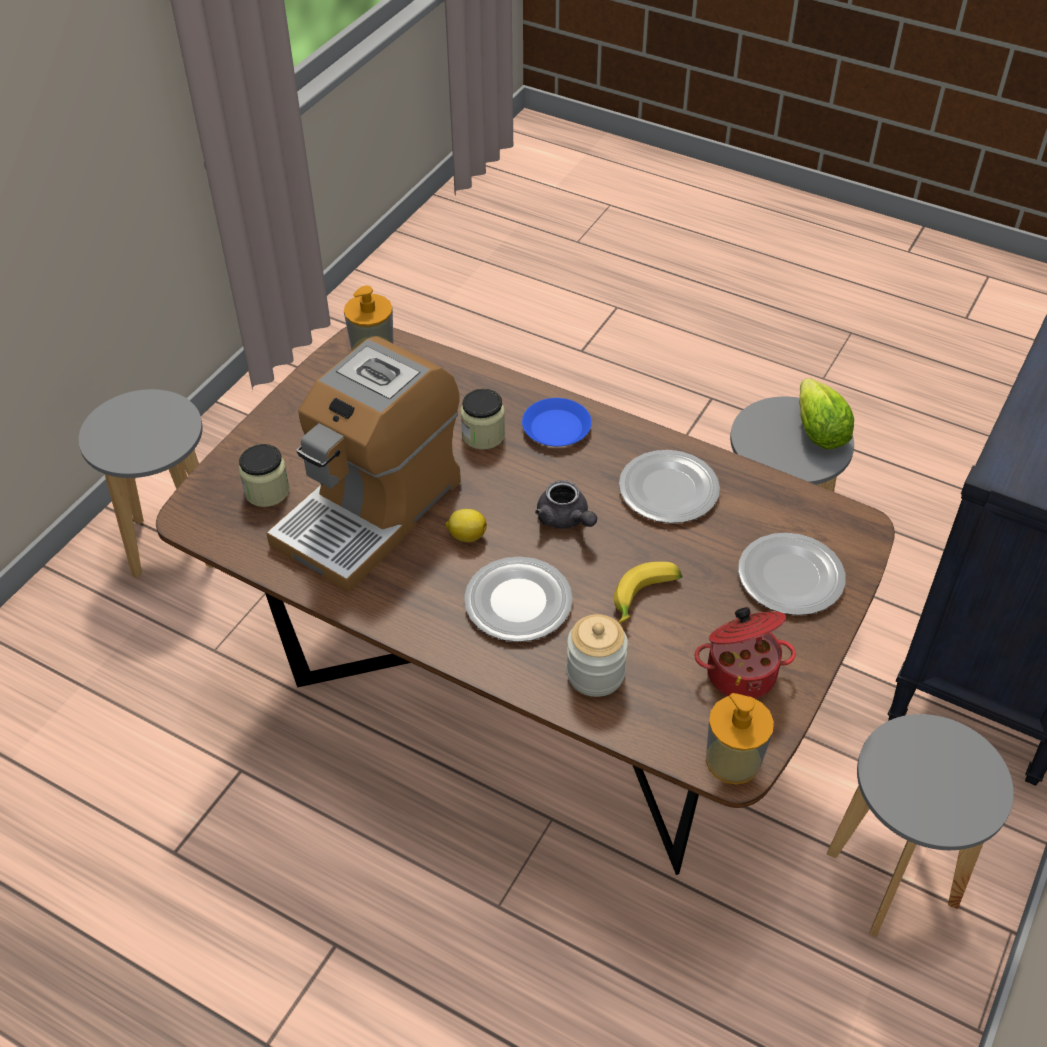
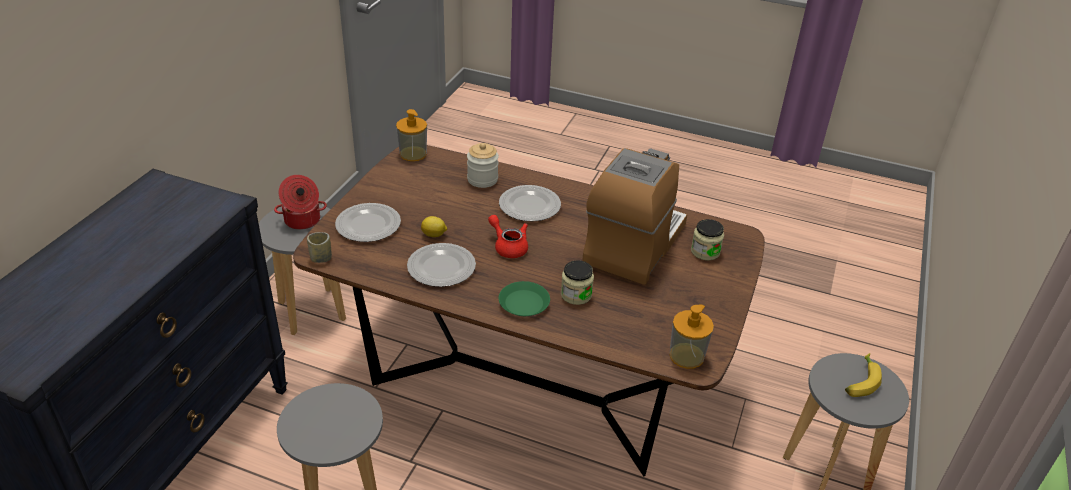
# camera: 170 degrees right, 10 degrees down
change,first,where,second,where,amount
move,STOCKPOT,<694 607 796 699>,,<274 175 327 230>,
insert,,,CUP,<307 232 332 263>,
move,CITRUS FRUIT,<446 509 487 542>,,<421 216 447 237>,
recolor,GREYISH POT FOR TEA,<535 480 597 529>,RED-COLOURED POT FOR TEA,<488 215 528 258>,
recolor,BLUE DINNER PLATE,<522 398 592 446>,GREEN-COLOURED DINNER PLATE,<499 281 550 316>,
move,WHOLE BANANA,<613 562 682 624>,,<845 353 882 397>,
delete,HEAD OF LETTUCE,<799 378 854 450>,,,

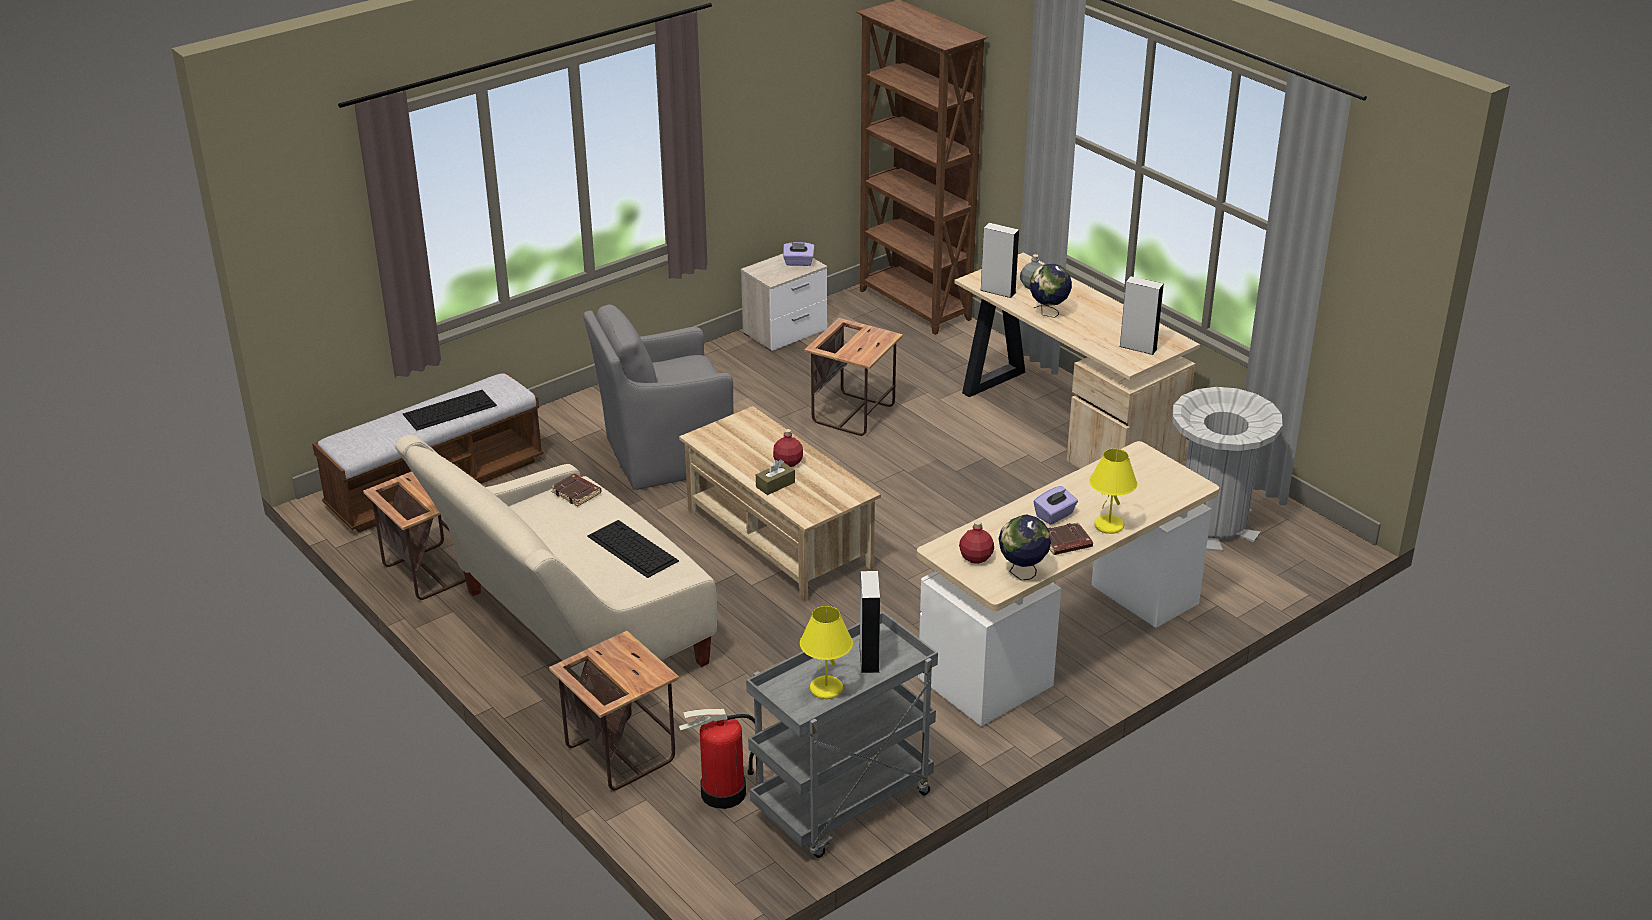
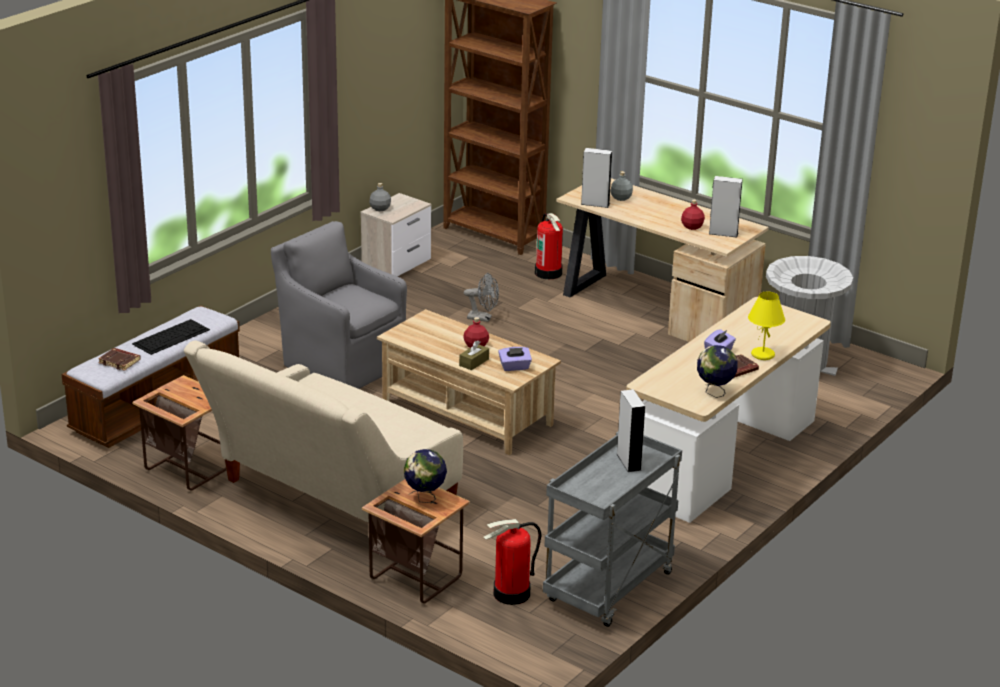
# camera: 15 degrees left, 5 degrees down
change,first,where,second,where,amount
move,BROWNISH BOUND BOOK,<551 474 602 506>,,<98 348 141 371>,
rotate,GREYISH ARMCHAIR,<583 304 734 490>,,<271 221 407 389>,75 degrees clockwise
insert,,,GREYISH BOTTLE,<369 183 391 211>,
move,DESK GLOBE,<1030 264 1072 318>,,<404 449 447 503>,
replace,ACCENT TABLE,<805 318 903 436>,GREYISH COOLING FAN,<464 273 499 322>,
move,PURPLISH BOX OF TISSUES,<783 242 815 266>,,<498 347 532 371>,
insert,,,EXTINGUISHER,<535 213 563 279>,
move,RED-COLOURED BOTTLE,<959 521 994 564>,,<681 200 705 230>,
delete,KEYBOARD,<587 520 679 578>,,,
delete,YELLOW-COLOURED TABLETOP LAMP,<800 606 853 699>,,,

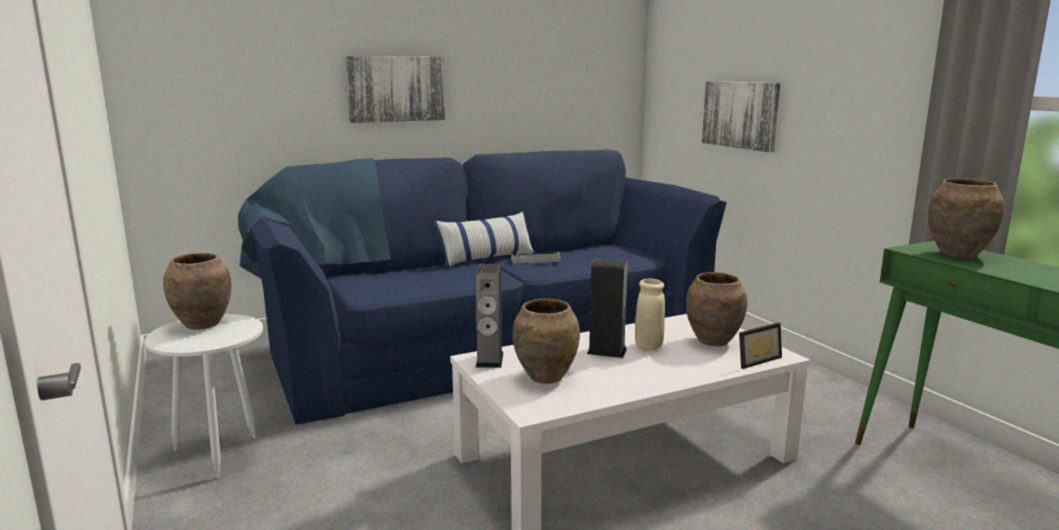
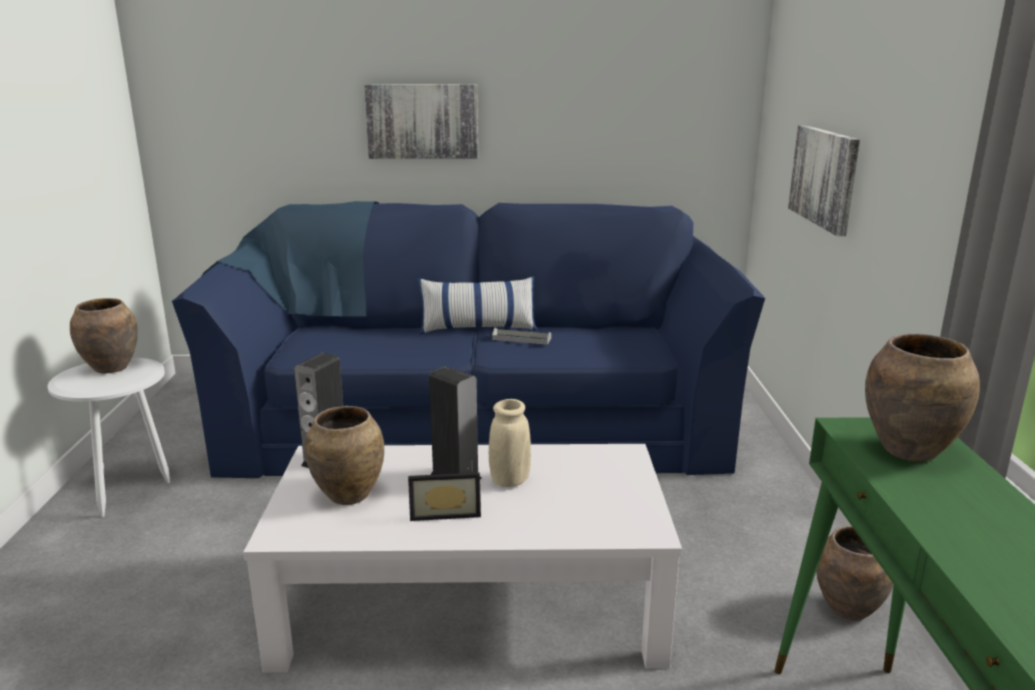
# camera: 25 degrees right, 5 degrees up
change,first,where,second,where,amount
move,STANDING FRAME,<739 322 782 369>,,<408 472 481 521>,
move,BROWNISH VASE,<686 272 747 346>,,<816 526 893 621>,

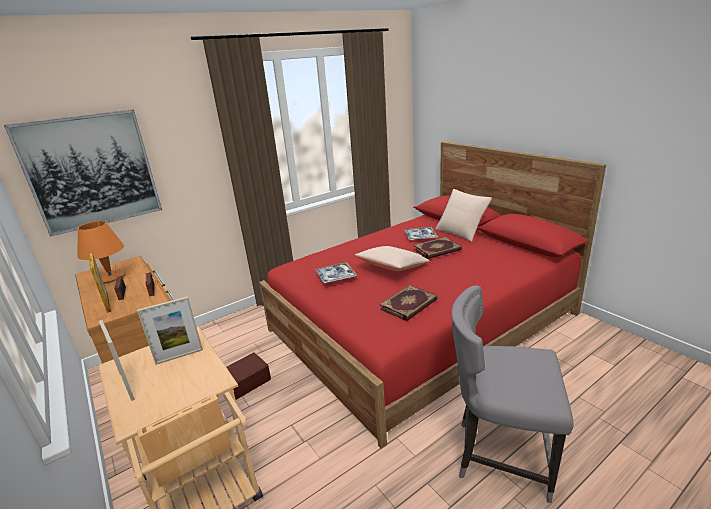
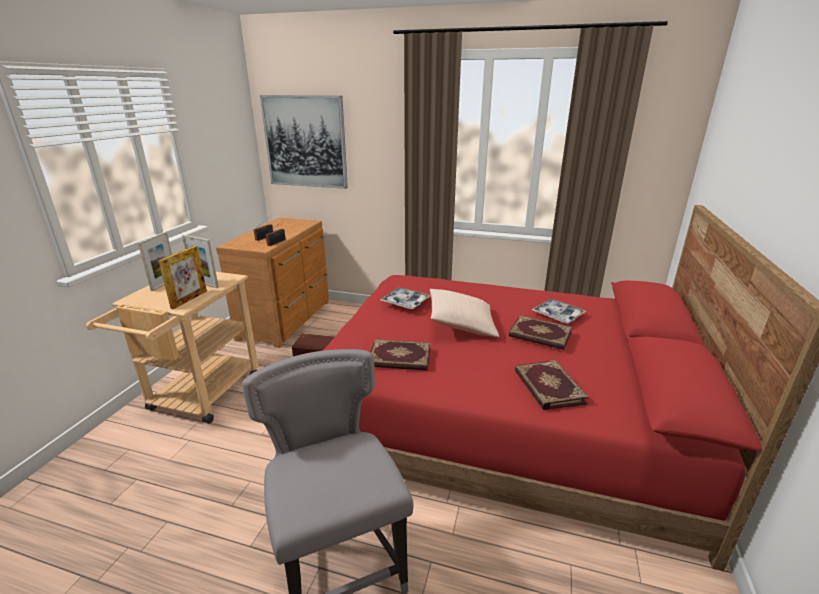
# camera: 50 degrees right, 0 degrees up
change,first,where,second,where,amount
move,STANDING FRAME,<89 253 111 313>,,<158 246 207 309>,
insert,,,BOUND BOOK,<515 360 589 410>,
delete,ORANGE TABLETOP LAMP,<78 221 125 284>,,,
delete,BEIGE-COLOURED CUSHION,<435 189 492 242>,,,

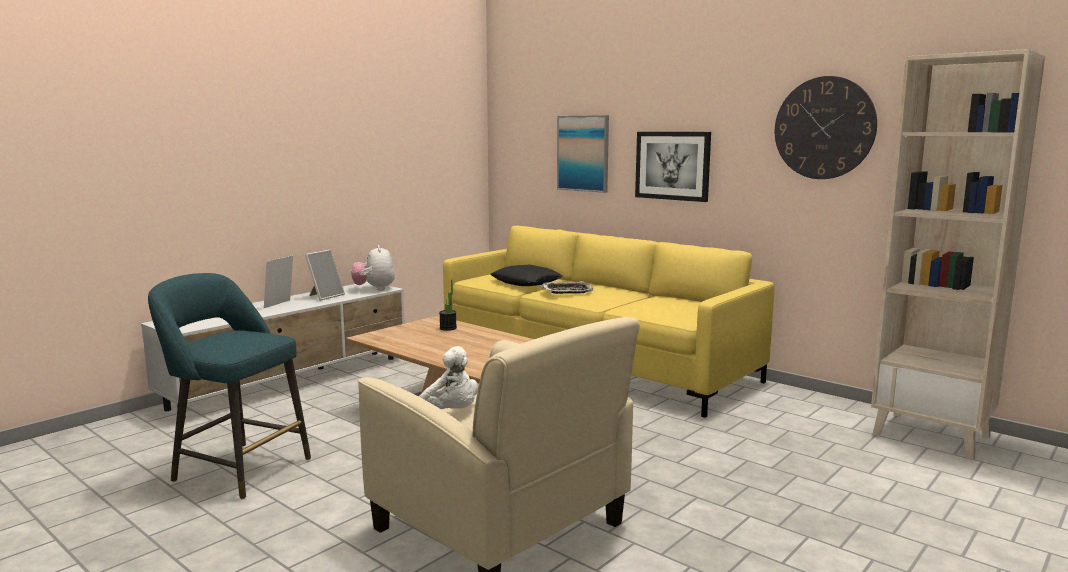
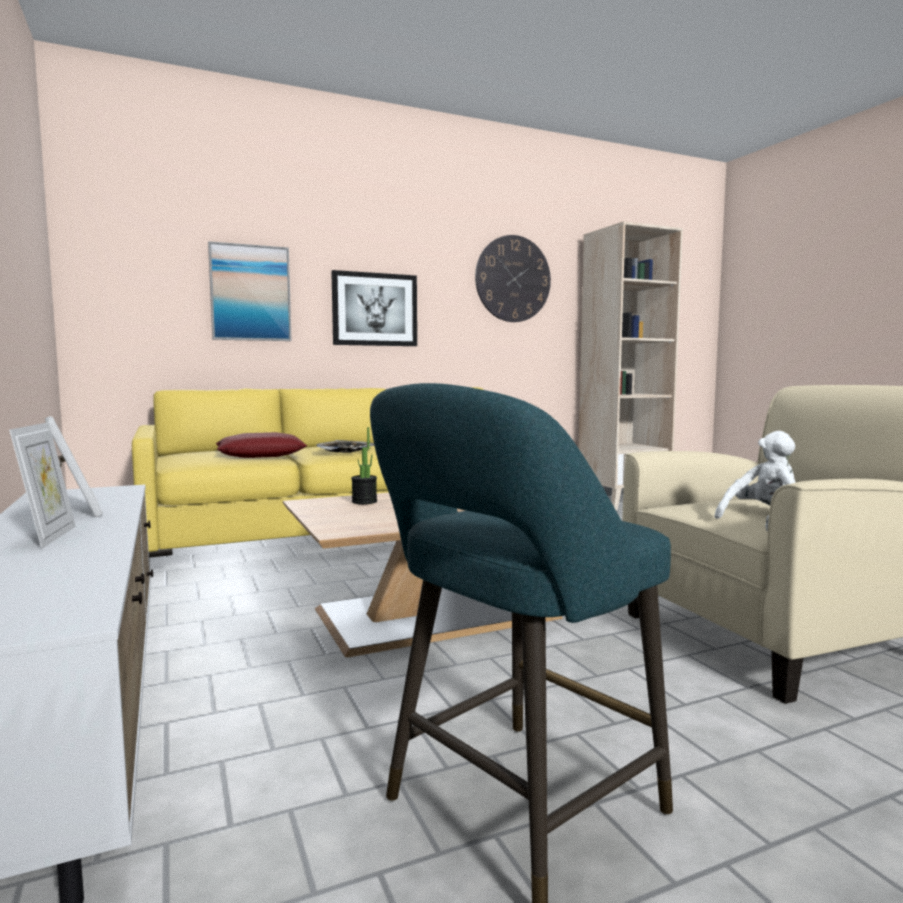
# camera: 65 degrees left, 5 degrees down
change,first,where,second,where,amount
rotate,STANDING FRAME,<264 255 293 308>,,<9 422 76 549>,150 degrees counterclockwise
recolor,BLACK CUSHION,<491 265 563 286>,RED-COLOURED CUSHION,<216 432 307 458>,
delete,CUDDLY TOY,<351 245 395 290>,,,

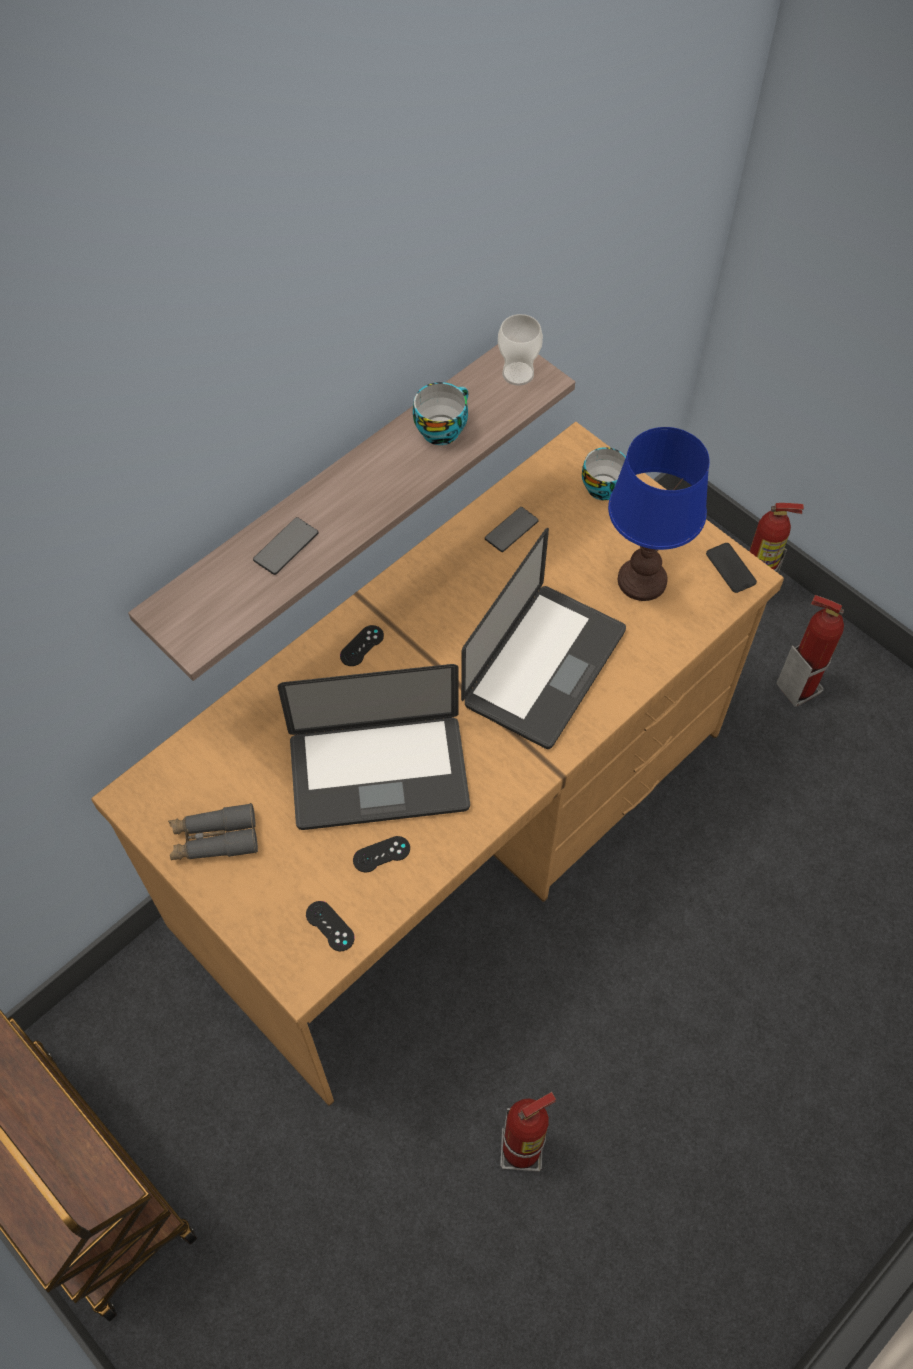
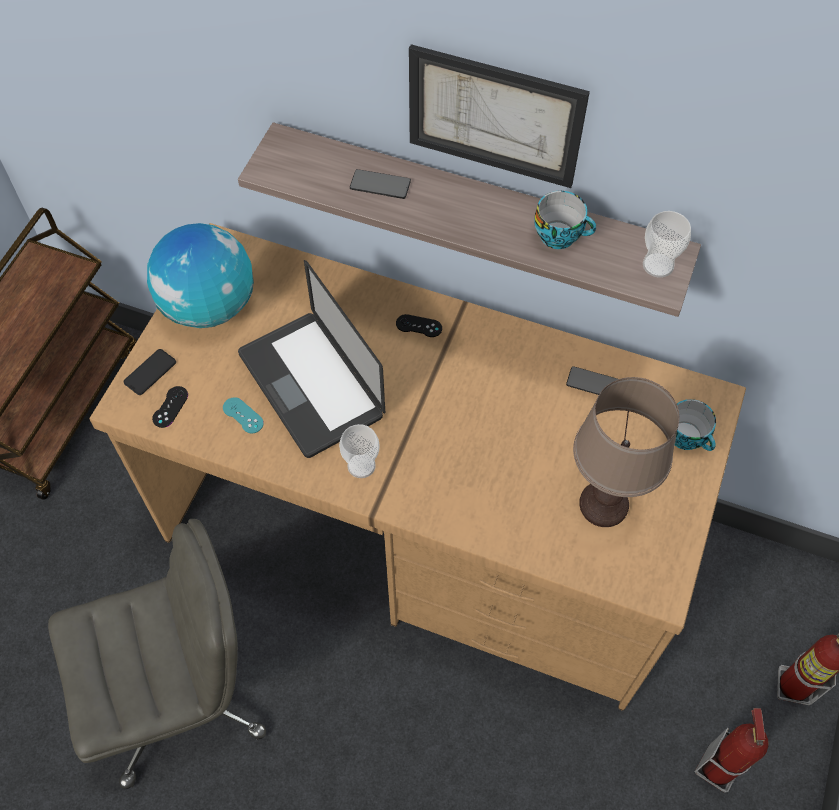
# camera: 65 degrees right, 0 degrees up
change,first,where,second,where,amount
replace,EXTINGUISHER,<500 1092 556 1171>,GREYISH DESK CHAIR,<48 519 266 789>,
move,TELEPHONE,<706 543 757 593>,,<124 349 176 395>,
replace,GREYISH BINOCULARS,<168 803 258 860>,DESK GLOBE,<147 223 254 328>,
recolor,BLACK GAMEPAD,<353 836 410 872>,BLUE-GREEN GAMEPAD,<223 397 264 433>,
insert,,,CUP,<339 424 380 478>,
insert,,,WALL ART,<409 44 590 188>,
recolor,BLUE TABLETOP LAMP,<608 427 710 601>,BROWNISH TABLETOP LAMP,<573 377 679 527>,
delete,NOTEBOOK COMPUTER,<461 528 626 749>,,,

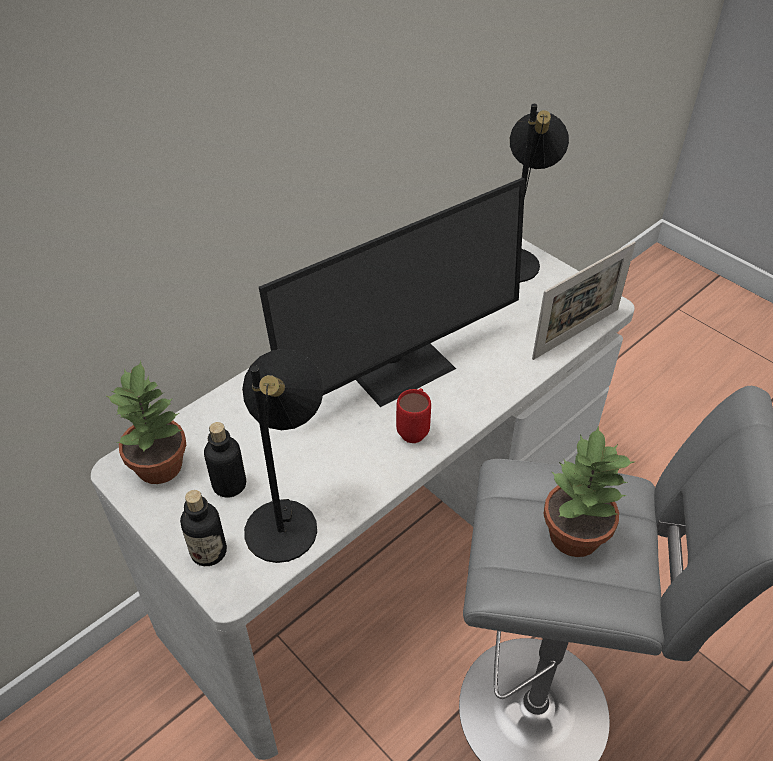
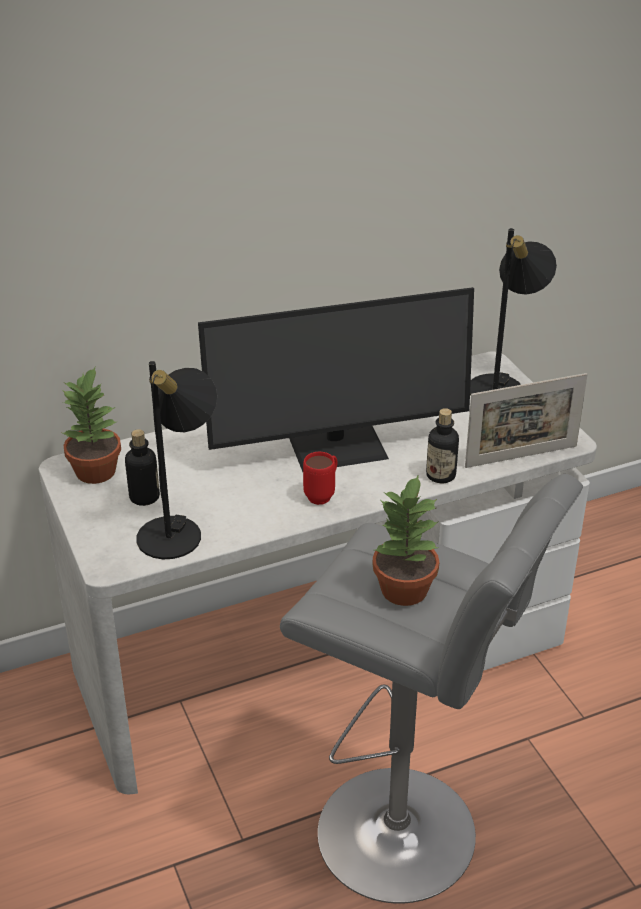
# camera: 20 degrees right, 10 degrees down
change,first,where,second,where,amount
move,BOTTLE,<180 490 227 566>,,<426 408 459 483>,

